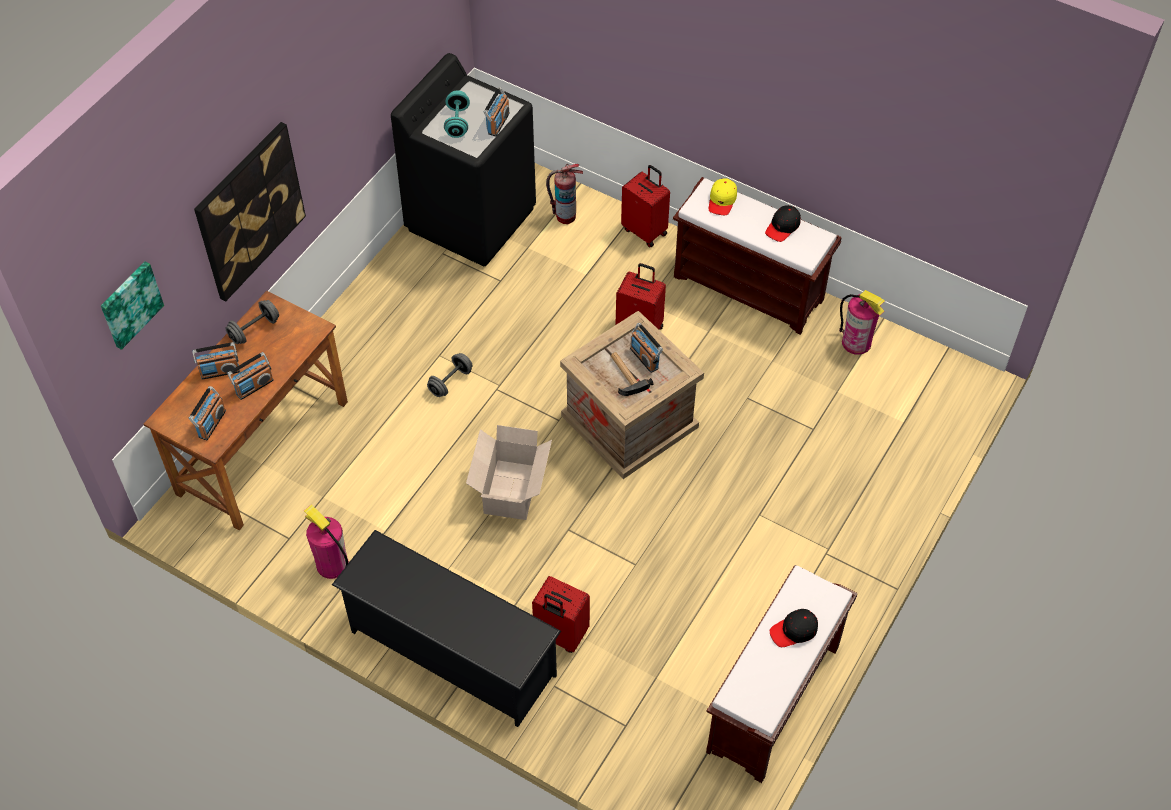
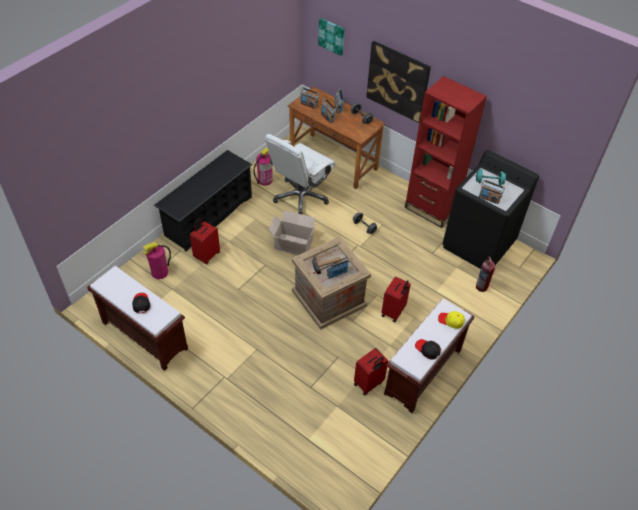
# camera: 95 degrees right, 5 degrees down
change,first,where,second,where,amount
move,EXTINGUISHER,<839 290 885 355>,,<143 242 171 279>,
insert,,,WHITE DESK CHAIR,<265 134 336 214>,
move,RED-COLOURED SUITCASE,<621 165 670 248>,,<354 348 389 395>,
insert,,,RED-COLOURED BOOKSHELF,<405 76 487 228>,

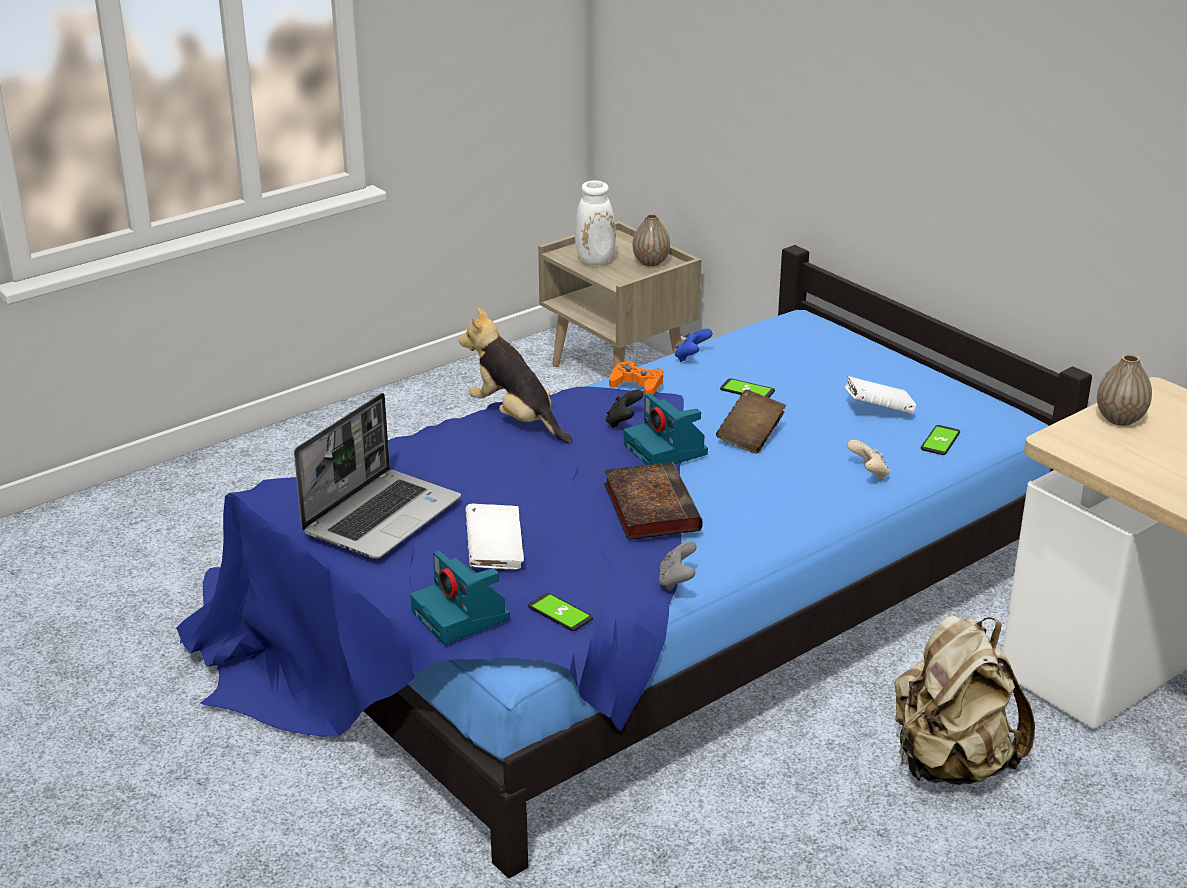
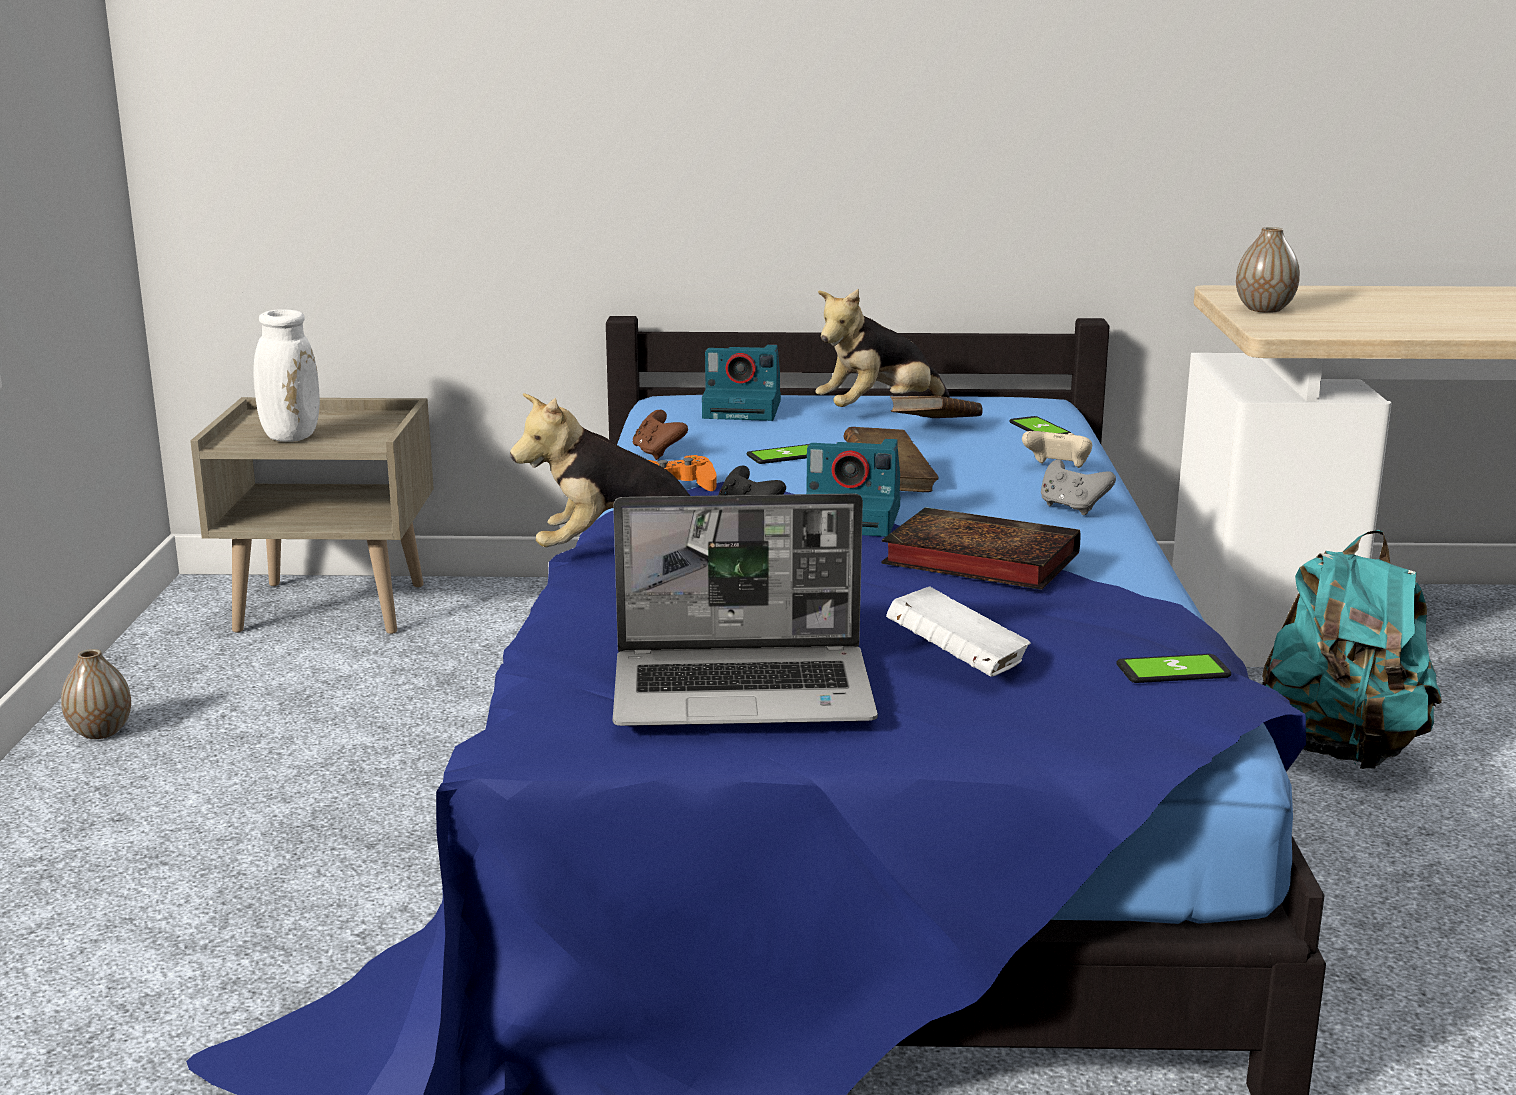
# camera: 50 degrees left, 10 degrees down
change,first,where,second,where,amount
move,VASE,<632 214 670 267>,,<61 649 131 739>,
rotate,NOTEBOOK COMPUTER,<294 393 461 559>,,<613 493 878 726>,105 degrees clockwise
recolor,BLUE GAMEPAD,<675 329 713 362>,BROWNISH GAMEPAD,<633 410 688 460>,
move,STILL CAMERA,<410 551 510 644>,,<702 344 781 421>,
insert,,,CUDDLY TOY,<815 289 950 407>,
recolor,WHITE BOUND BOOK,<845 376 916 414>,BROWNISH BOUND BOOK,<890 396 983 418>,
move,GREYISH GAMEPAD,<659 541 697 590>,,<1041 459 1116 515>,
recolor,BEIGE-COLOURED RUCKSACK,<895 615 1035 785>,BLUE-GREEN RUCKSACK,<1262 530 1442 769>,

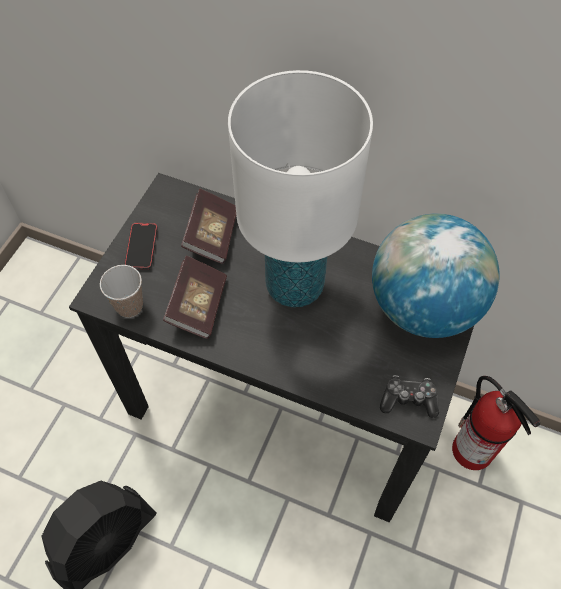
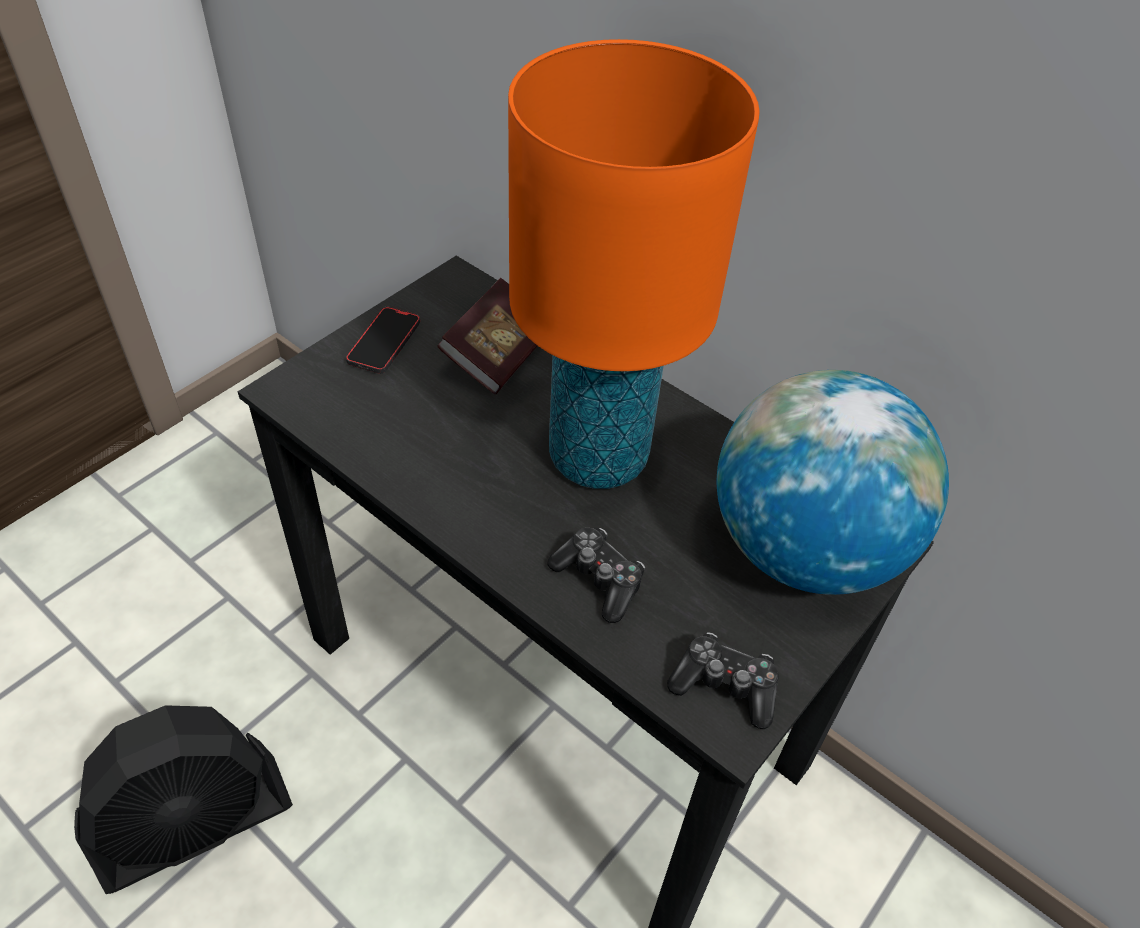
# camera: 15 degrees right, 10 degrees down
change,first,where,second,where,amount
recolor,WHITE TABLETOP LAMP,<228 70 373 307>,ORANGE TABLETOP LAMP,<508 39 760 489>,
insert,,,GAMEPAD,<547 528 645 623>,
delete,CUP,<100 265 143 318>,,,
delete,BOUND BOOK,<163 256 227 339>,,,
delete,EXTINGUISHER,<452 376 540 470>,,,

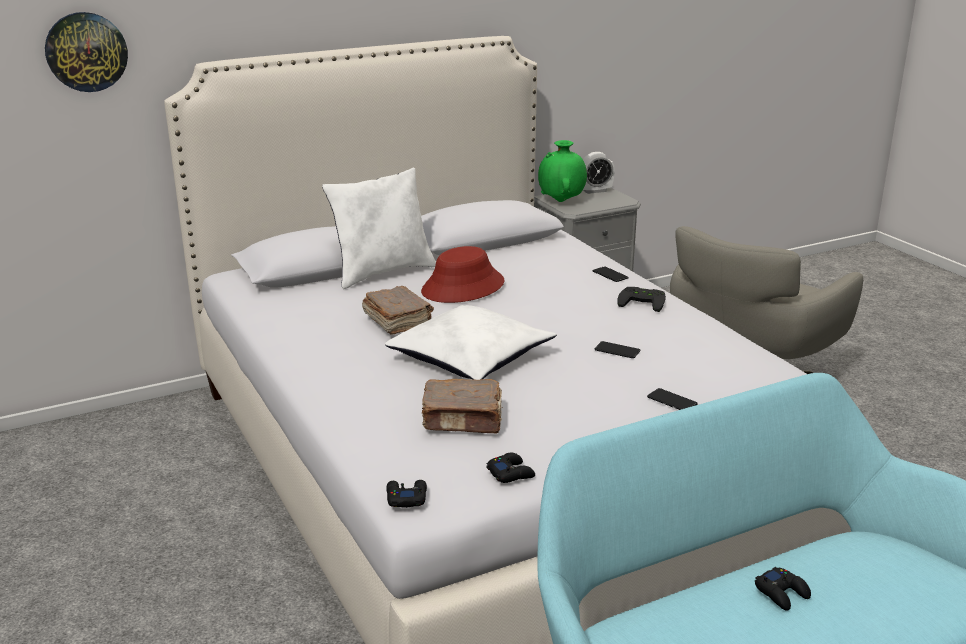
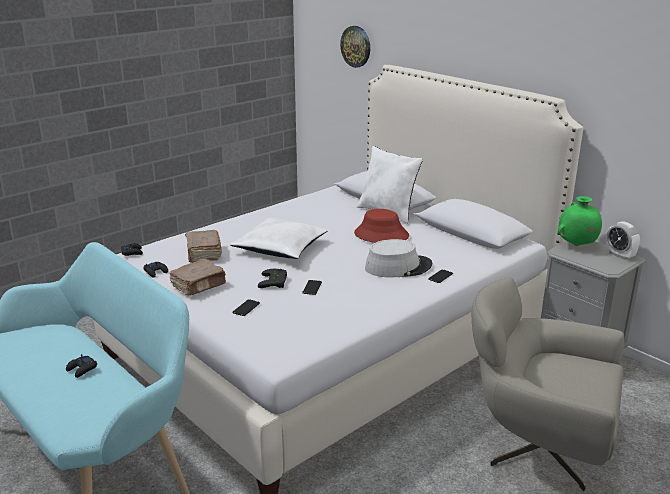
# camera: 75 degrees right, 0 degrees up
change,first,where,second,where,amount
move,BROWNISH BOUND BOOK,<362 286 434 335>,,<169 259 226 296>,
move,BLACK GAMEPAD,<617 287 666 312>,,<258 269 287 288>,
insert,,,GREYISH HAT,<365 239 432 277>,

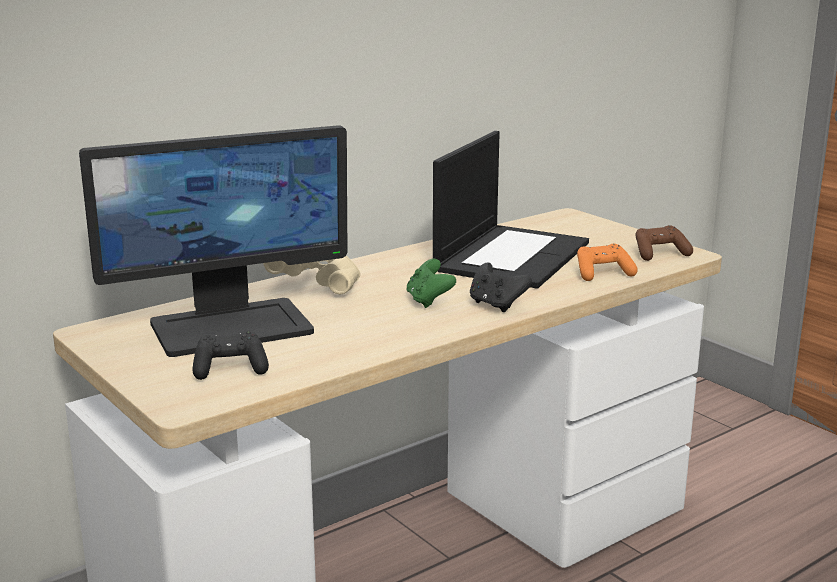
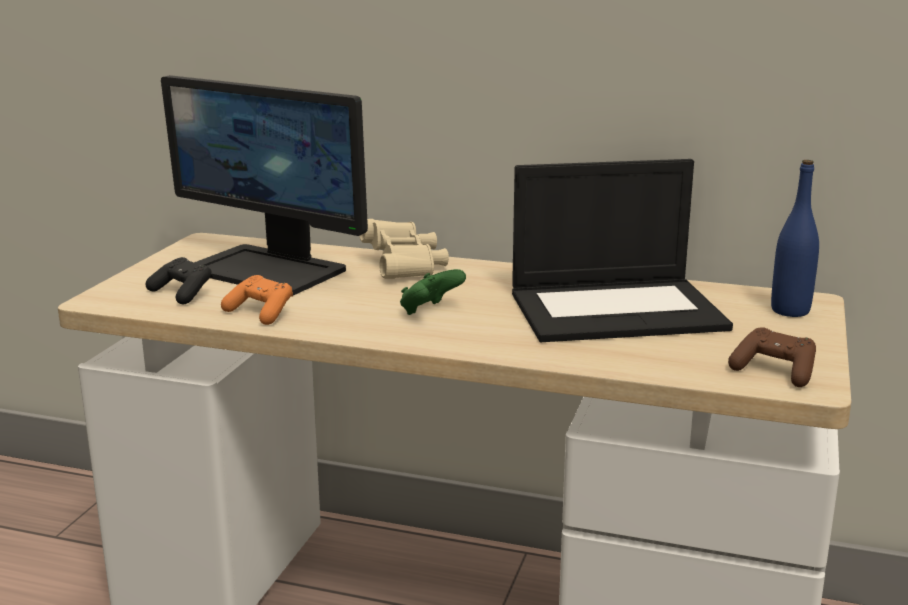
# camera: 55 degrees right, 0 degrees up
change,first,where,second,where,amount
move,ORANGE GAMEPAD,<577 243 638 281>,,<221 275 293 325>,
insert,,,BLUE BOTTLE,<771 160 819 317>,
delete,BLACK GAMEPAD,<470 263 532 312>,,,

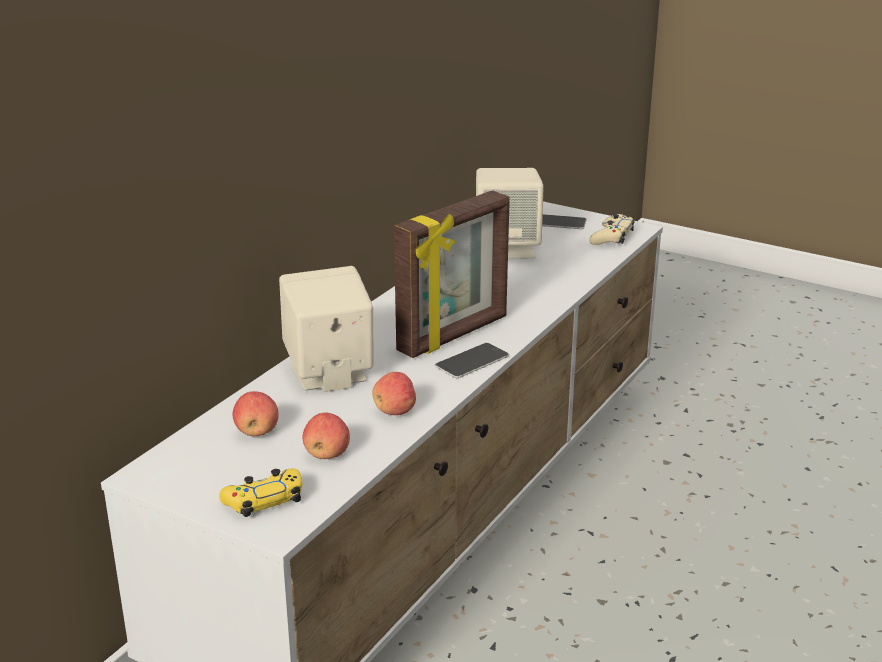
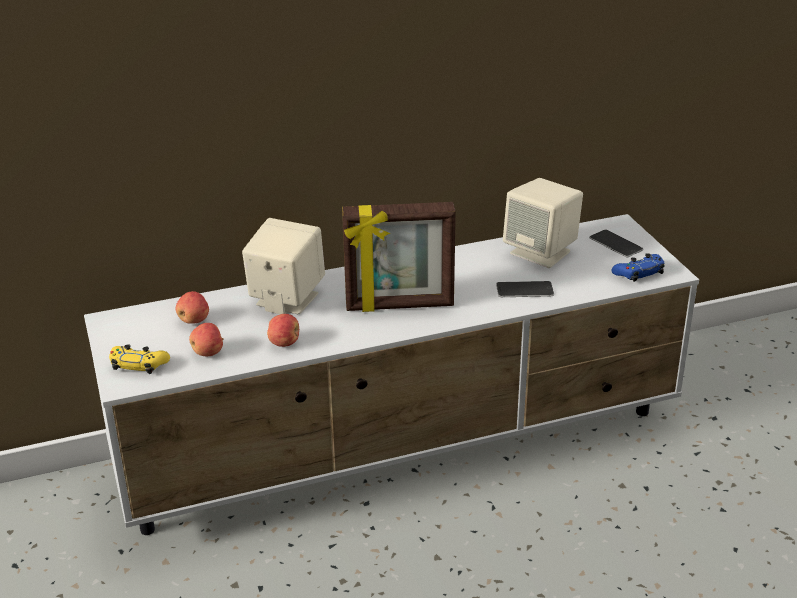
# camera: 40 degrees right, 5 degrees up
change,first,where,second,where,amount
move,TELEPHONE,<435 343 509 378>,,<496 281 554 297>,
recolor,BEIGE-COLOURED GAMEPAD,<589 214 634 245>,BLUE GAMEPAD,<612 253 664 282>,

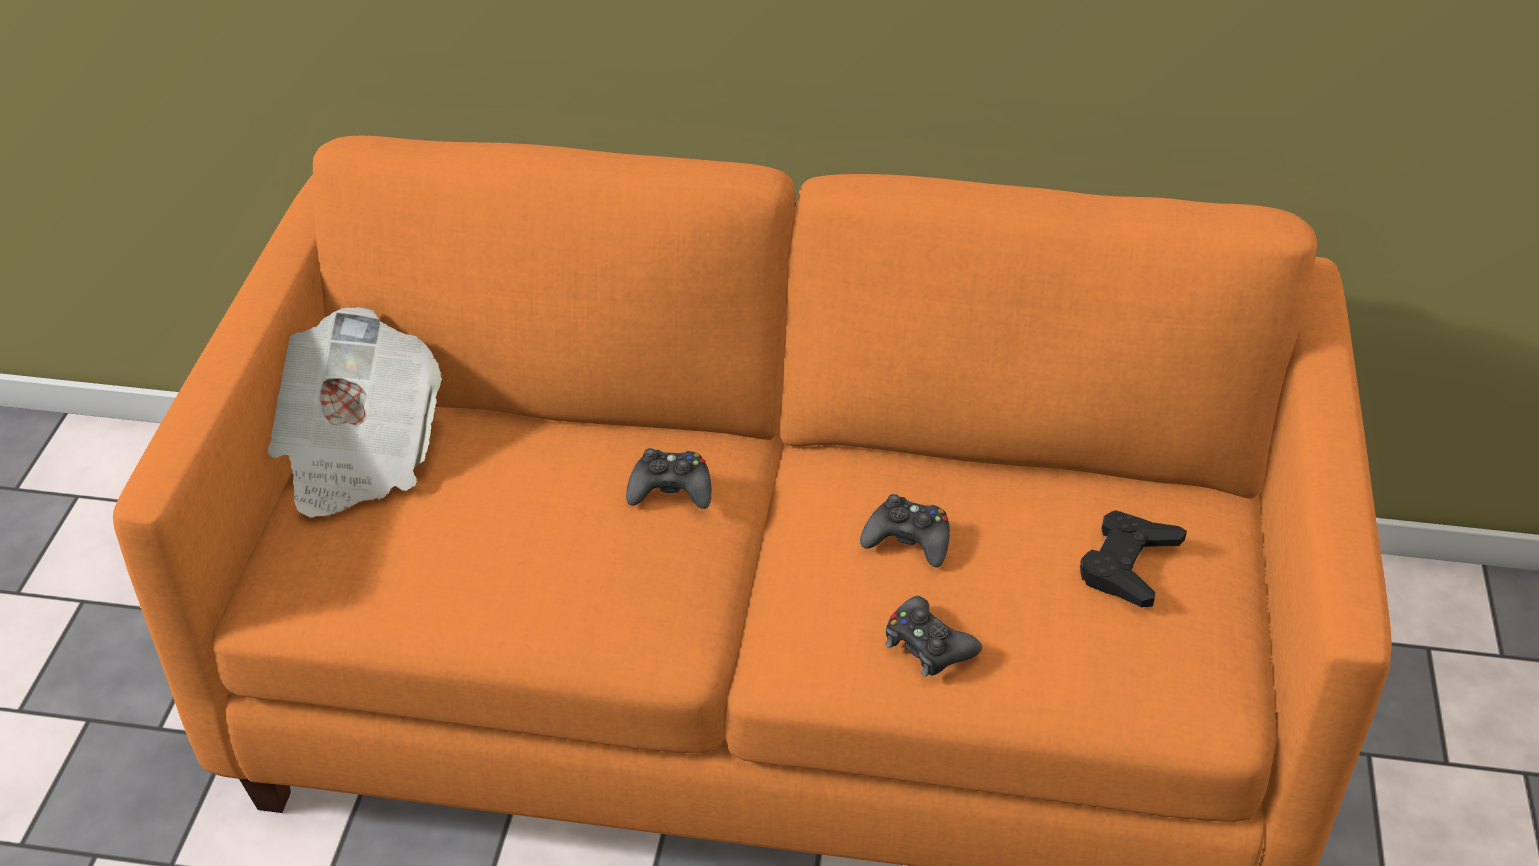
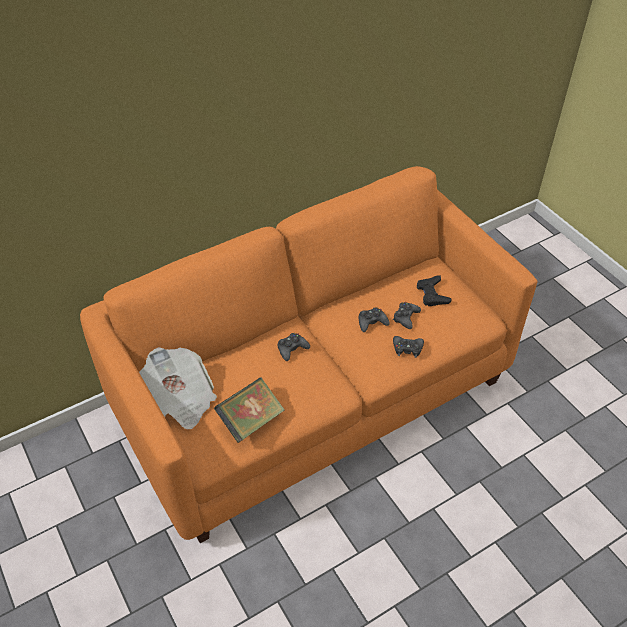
# camera: 40 degrees left, 5 degrees up
change,first,where,second,where,amount
insert,,,BOUND BOOK,<214 377 285 443>,
insert,,,BLACK GAMEPAD,<393 302 421 329>,

